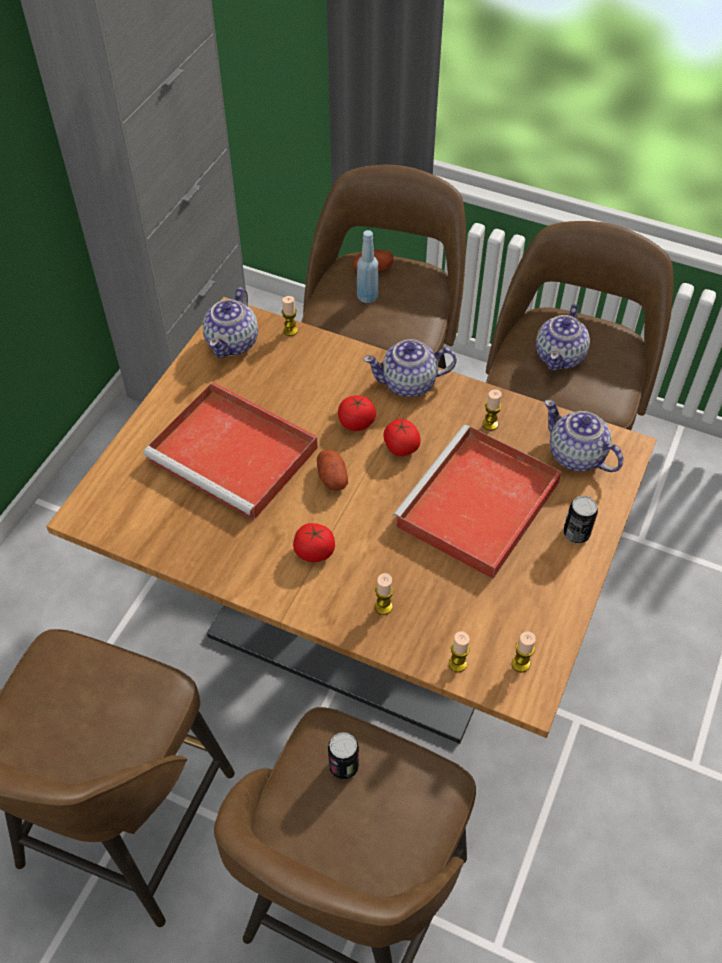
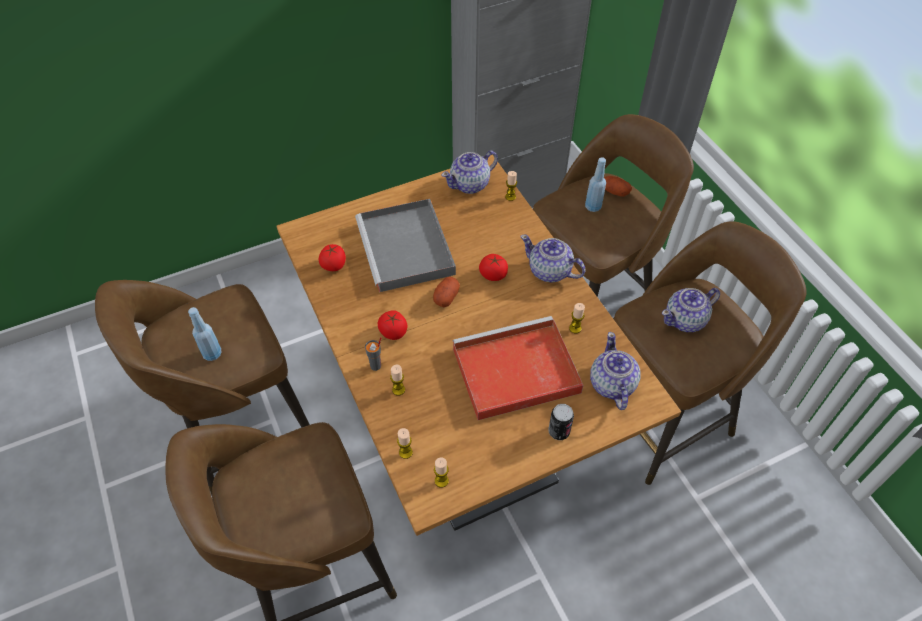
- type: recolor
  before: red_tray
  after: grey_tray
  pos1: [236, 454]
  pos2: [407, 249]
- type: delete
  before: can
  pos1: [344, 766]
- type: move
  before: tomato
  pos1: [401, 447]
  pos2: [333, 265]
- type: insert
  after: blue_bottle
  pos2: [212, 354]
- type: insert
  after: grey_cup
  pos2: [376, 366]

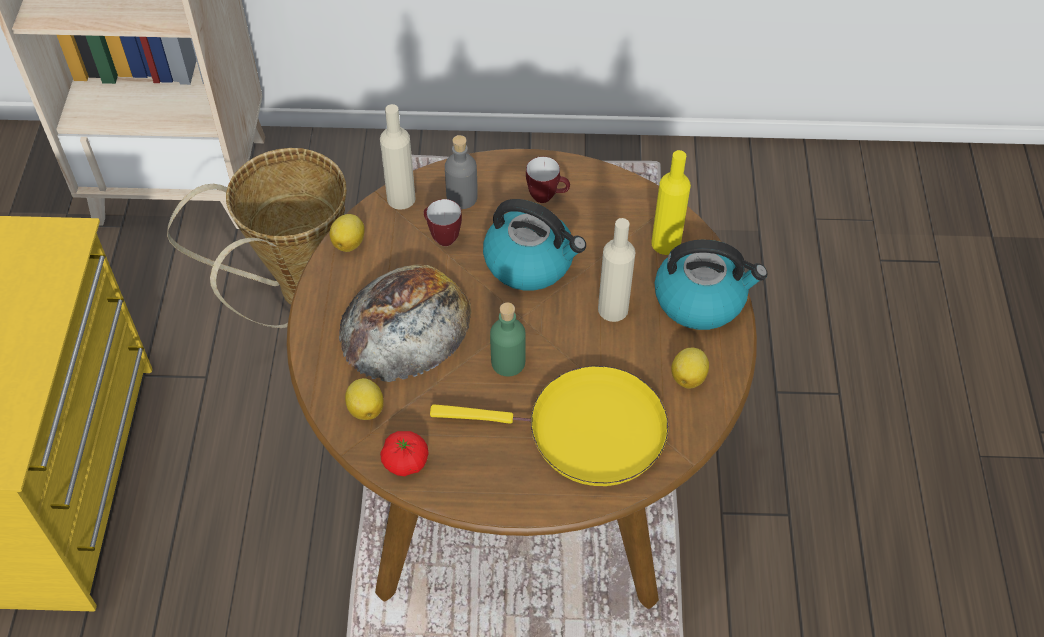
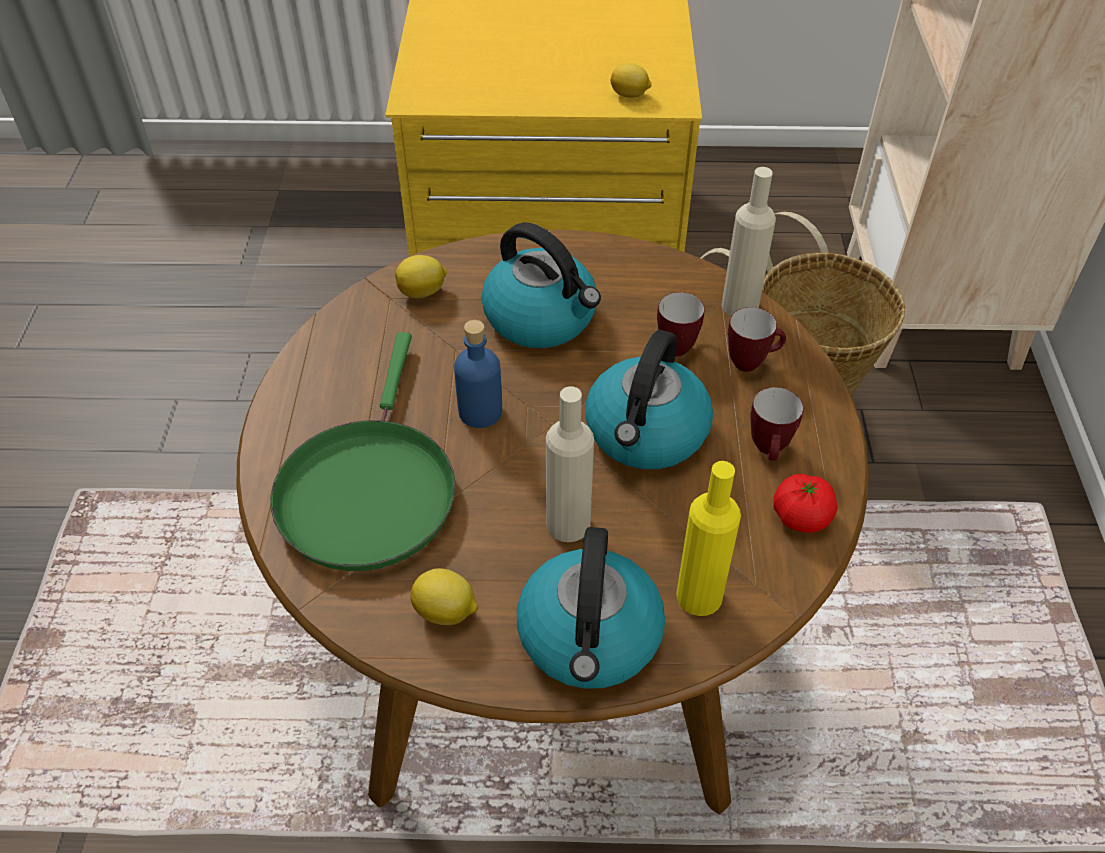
- type: move
  before: lemon
  pos1: [349, 242]
  pos2: [630, 95]
- type: replace
  before: bread
  after: kettle
  pos1: [405, 322]
  pos2: [542, 318]
- type: move
  before: tomato
  pos1: [405, 461]
  pos2: [801, 516]
- type: recolor
  before: yellow_frying_pan
  after: green_frying_pan
  pos1: [586, 431]
  pos2: [368, 490]
- type: replace
  before: grey_bottle
  after: mug
  pos1: [462, 197]
  pos2: [751, 362]
- type: recolor
  before: green_bottle
  after: blue_bottle
  pos1: [508, 362]
  pos2: [480, 411]

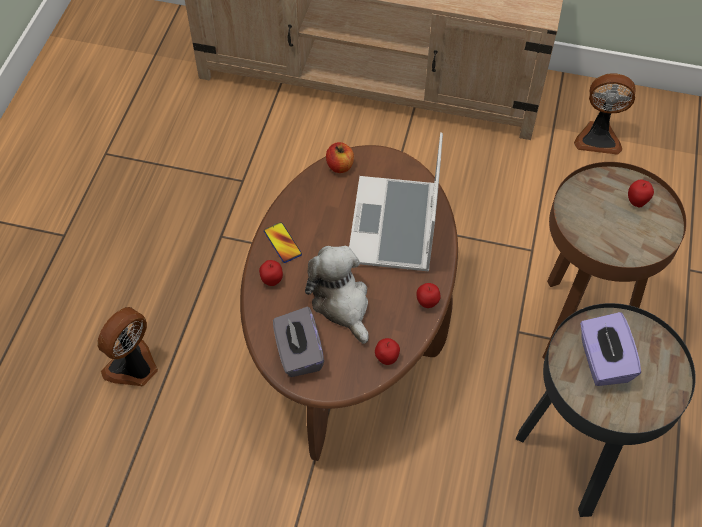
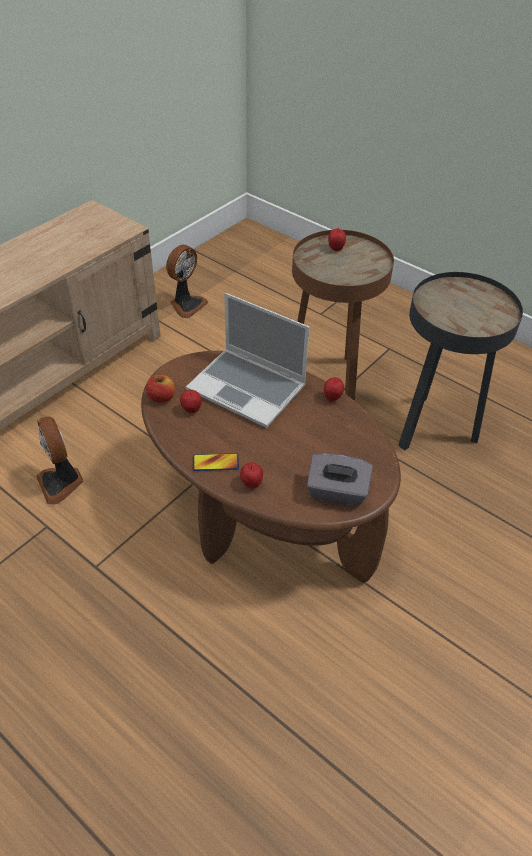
- type: move
  before: fan
  pos1: [133, 367]
  pos2: [61, 482]
- type: delete
  before: plush_toy
  pos1: [341, 303]
- type: move
  before: apple
  pos1: [386, 358]
  pos2: [191, 410]
- type: delete
  before: purple_tissue_box
  pos1: [603, 361]

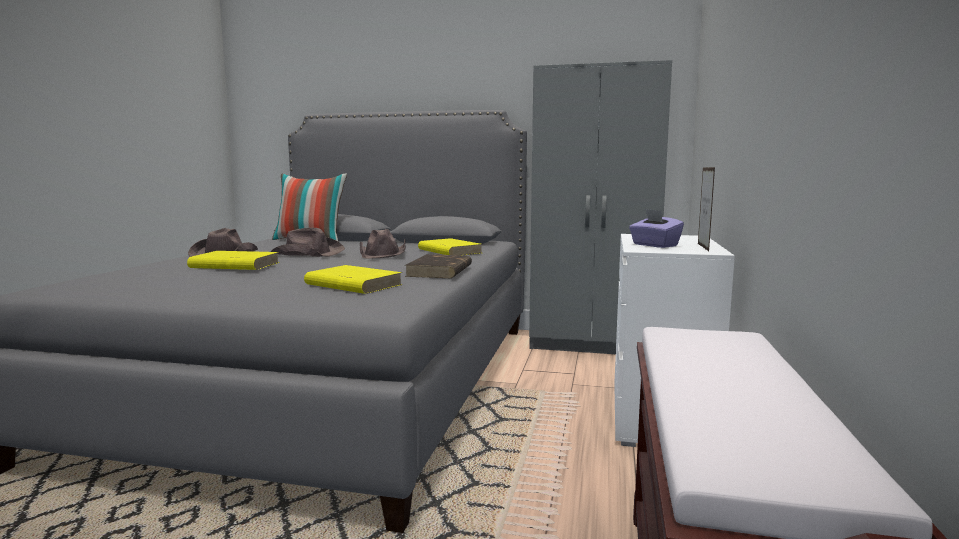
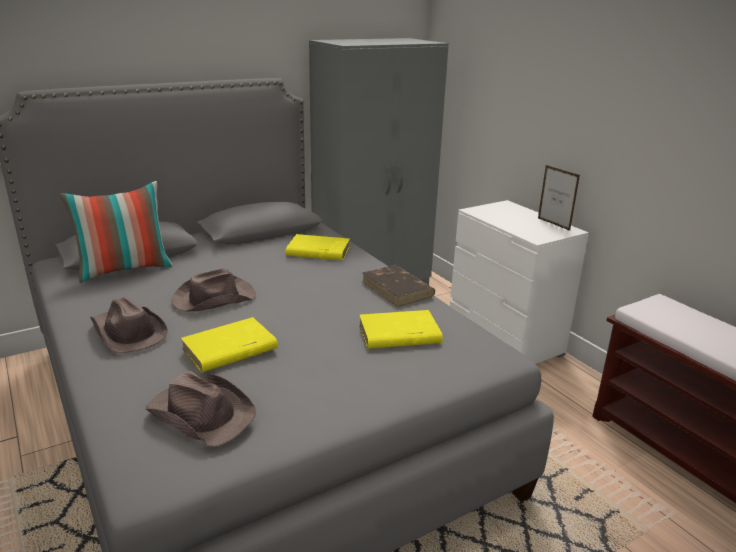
- type: move
  before: brown_hat
  pos1: [383, 254]
  pos2: [201, 413]
- type: delete
  before: purple_tissue_box
  pos1: [654, 245]

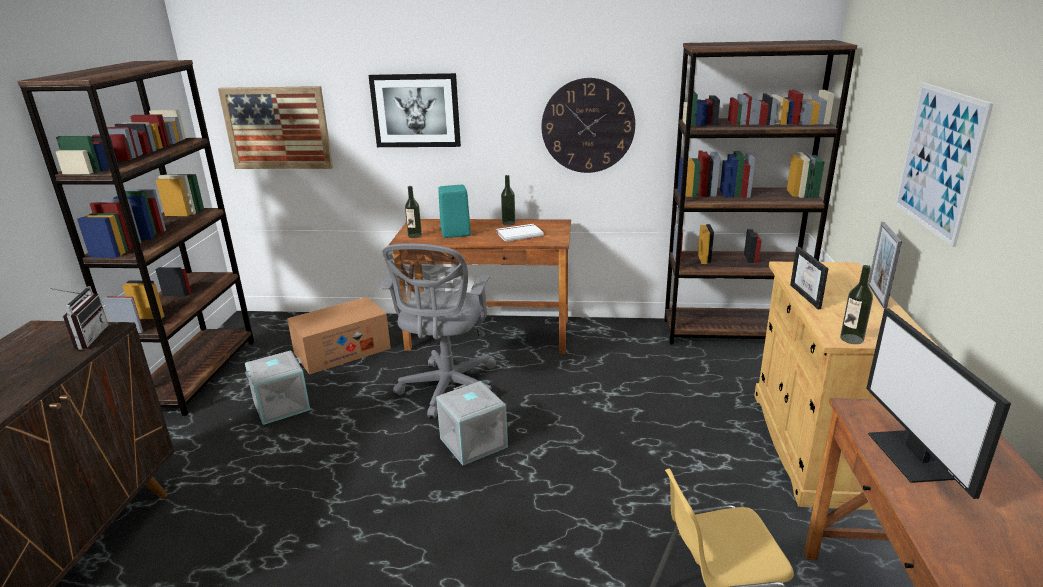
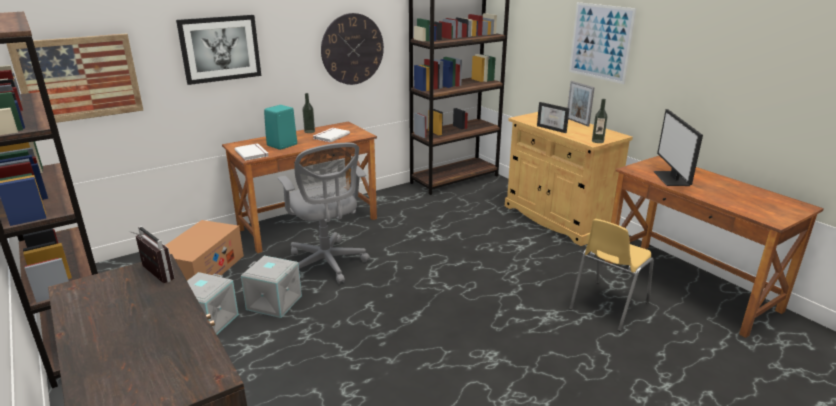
- type: replace
  before: bottle
  after: white_book
  pos1: [414, 235]
  pos2: [252, 153]
- type: move
  before: grey_storage_box
  pos1: [472, 443]
  pos2: [273, 303]
- type: rotate
  before: monitor
  pos1: [913, 456]
  pos2: [672, 178]
  turn: 45

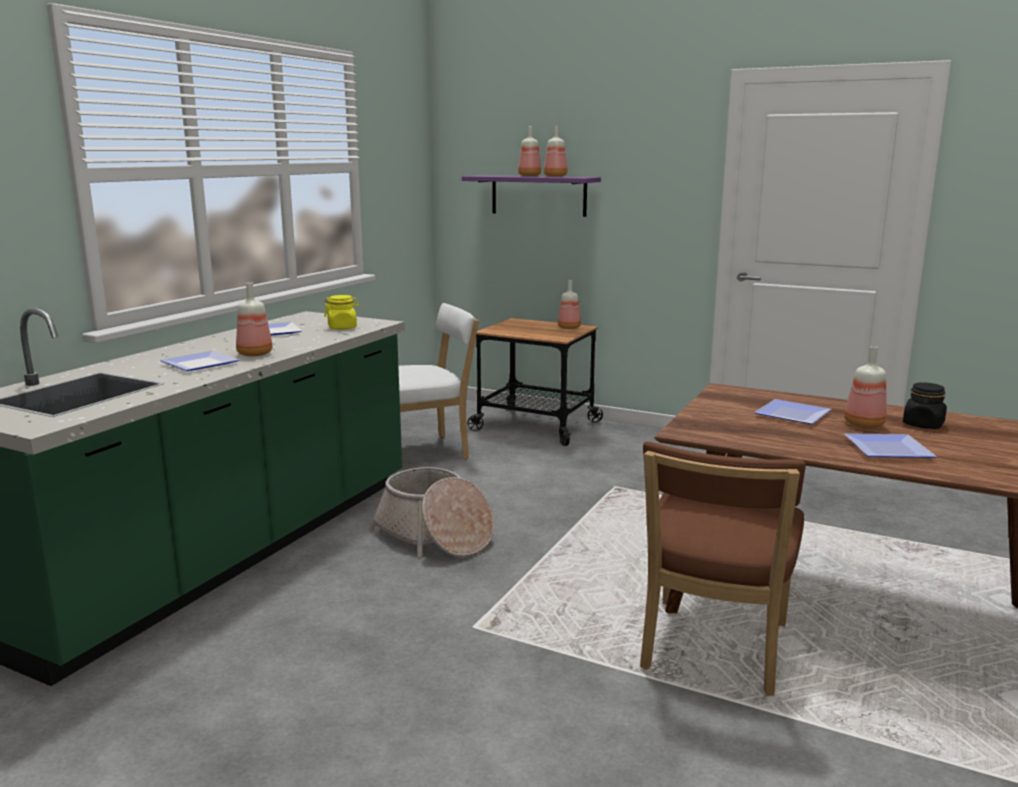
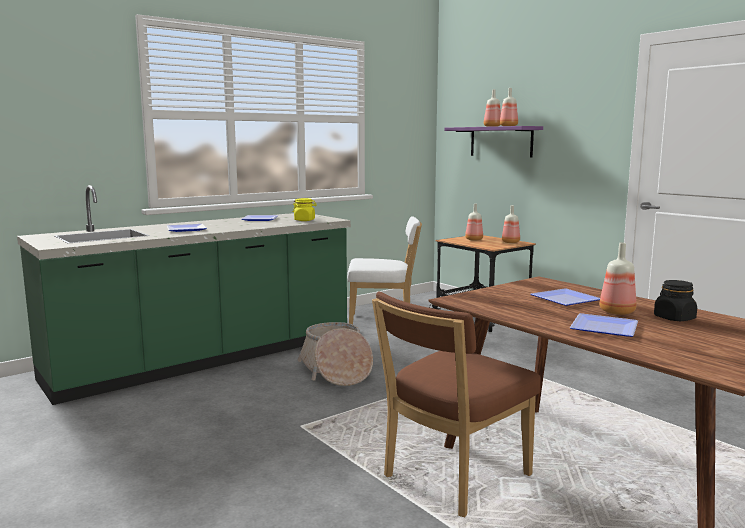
- type: move
  before: bottle
  pos1: [254, 354]
  pos2: [473, 239]

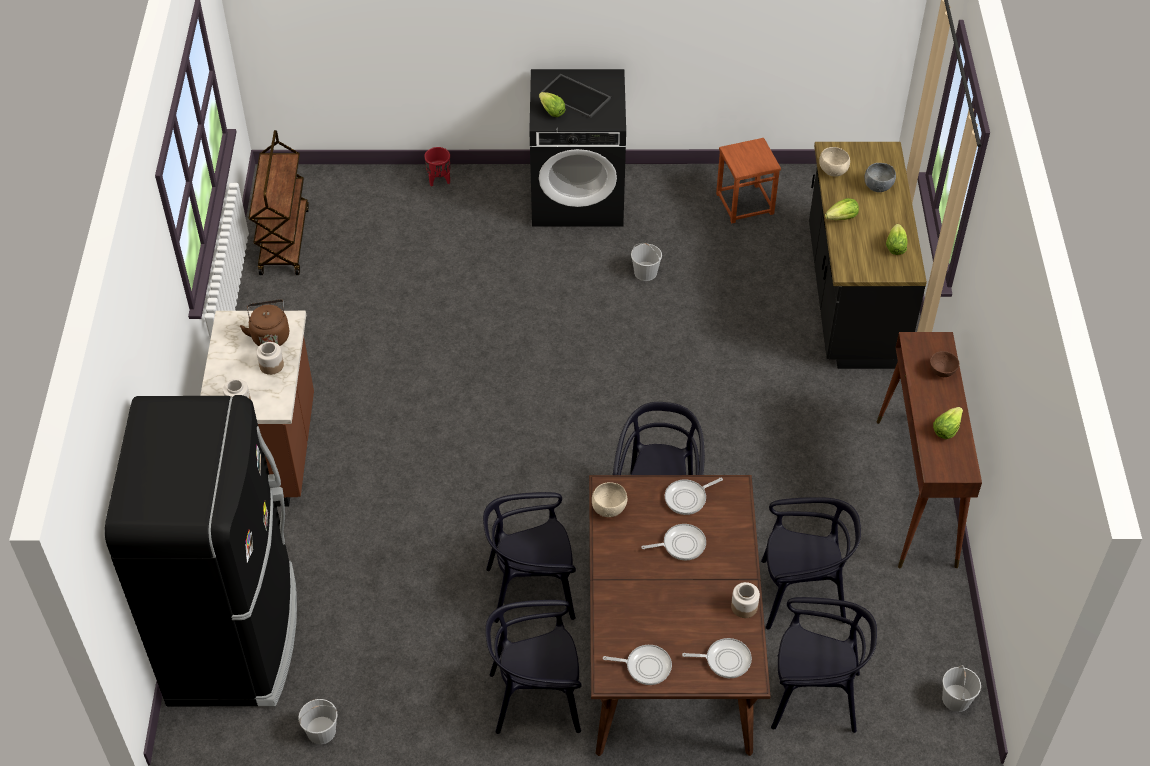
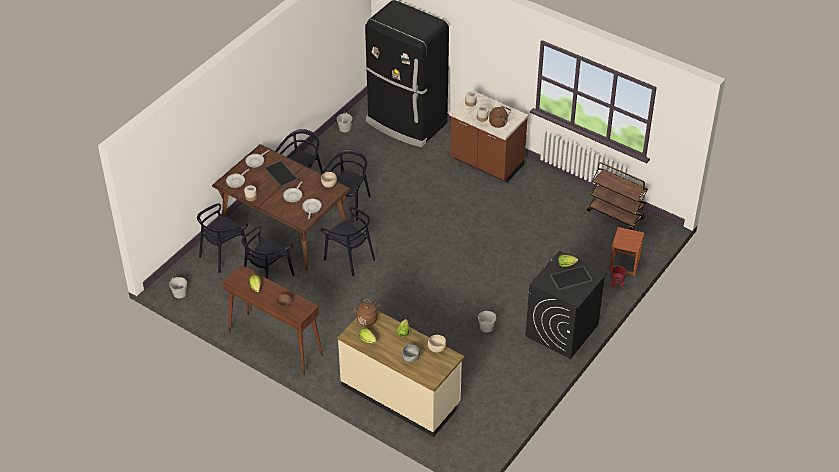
- type: move
  before: brown_stool
  pos1: [744, 203]
  pos2: [624, 264]
- type: recolor
  before: black_counter
  after: beige_counter
  pos1: [852, 297]
  pos2: [401, 394]
- type: insert
  after: tray
  pos2: [281, 174]
- type: insert
  after: brown_kettle
  pos2: [367, 319]

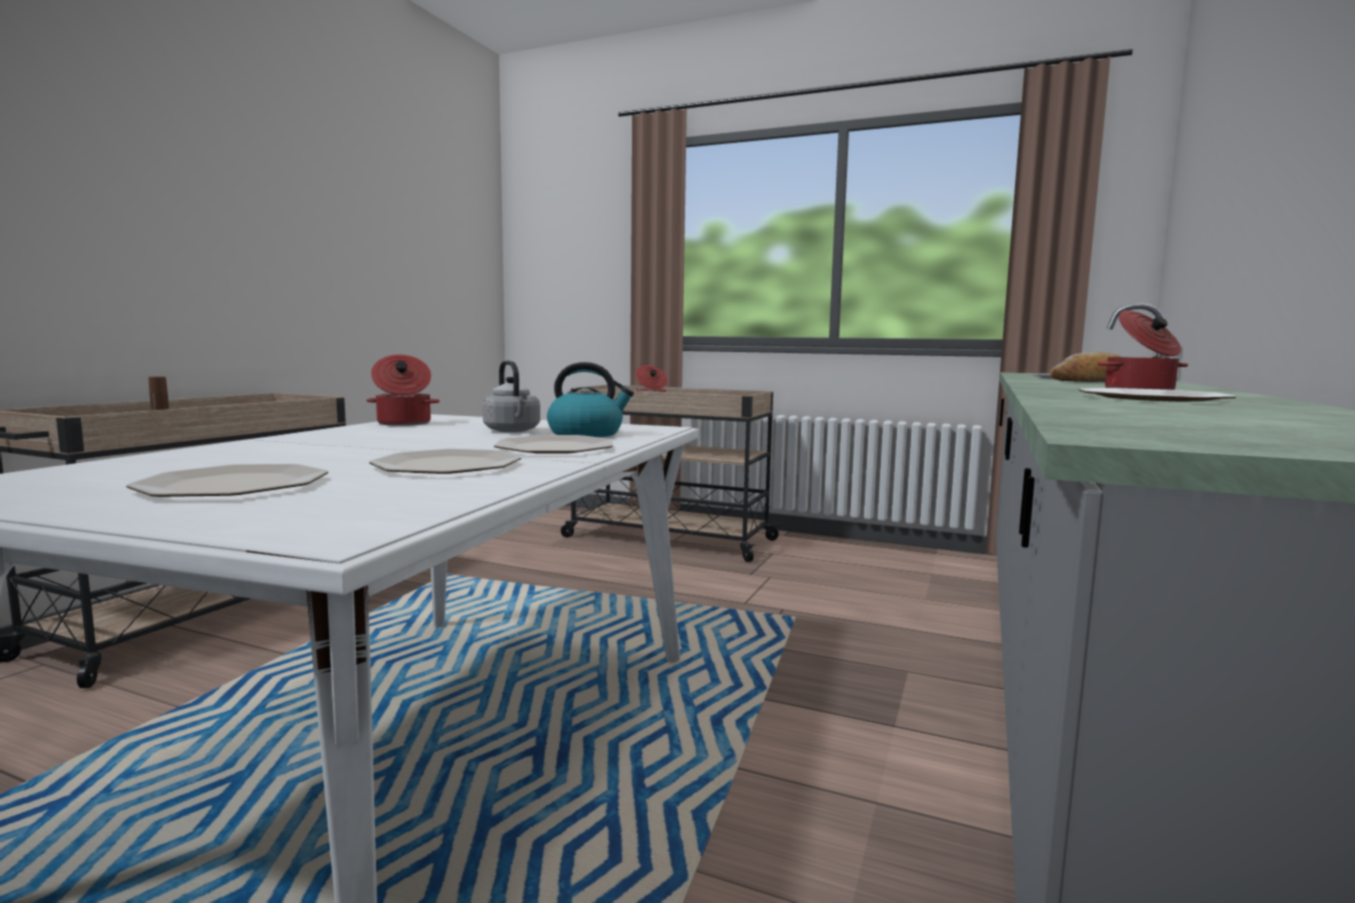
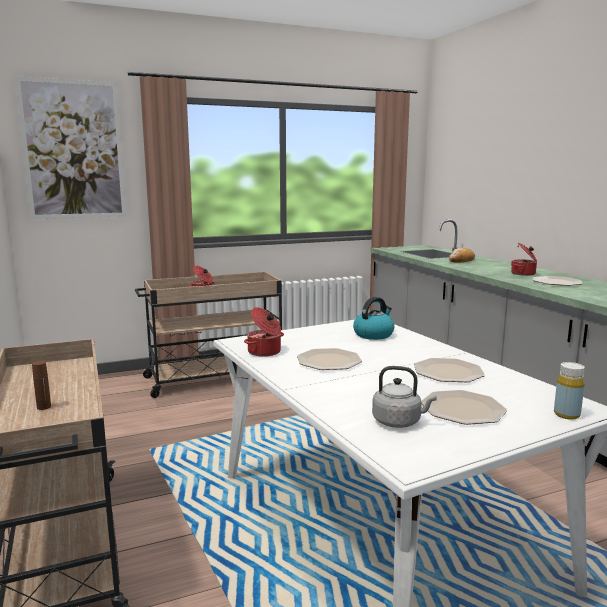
- type: move
  before: grey_kettle
  pos1: [513, 431]
  pos2: [399, 422]
- type: move
  before: plate
  pos1: [556, 448]
  pos2: [328, 360]
- type: insert
  after: picture
  pos2: [73, 150]
- type: insert
  after: yellow_bottle
  pos2: [566, 415]

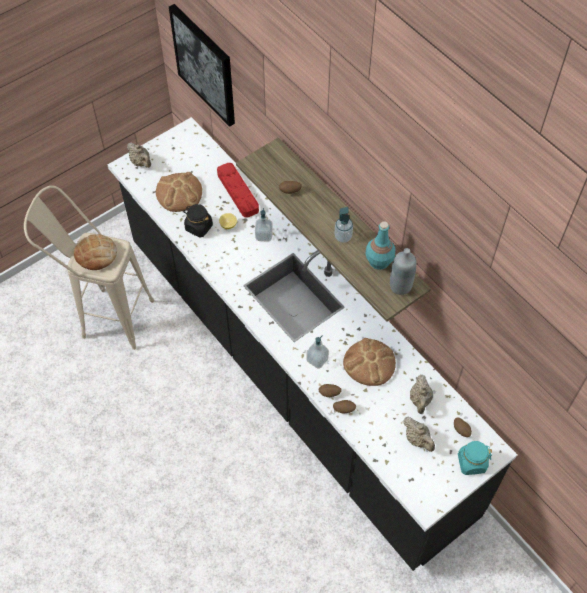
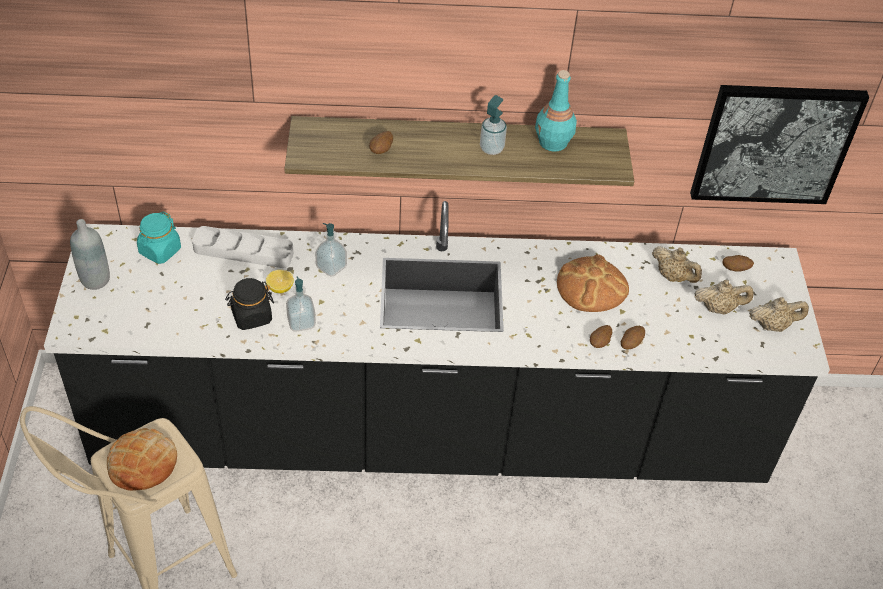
- type: move
  before: beige_teapot
  pos1: [141, 162]
  pos2: [772, 325]
- type: delete
  before: bread
  pos1: [179, 193]
- type: move
  before: picture
  pos1: [205, 65]
  pos2: [774, 143]
- type: recolor
  before: red_tray
  after: grey_tray
  pos1: [238, 192]
  pos2: [243, 251]
- type: move
  before: soap_dispenser
  pos1: [317, 360]
  pos2: [301, 322]
- type: move
  before: grey_bottle
  pos1: [400, 286]
  pos2: [95, 280]
- type: move
  before: turquoise_jar
  pos1: [471, 463]
  pos2: [160, 251]

